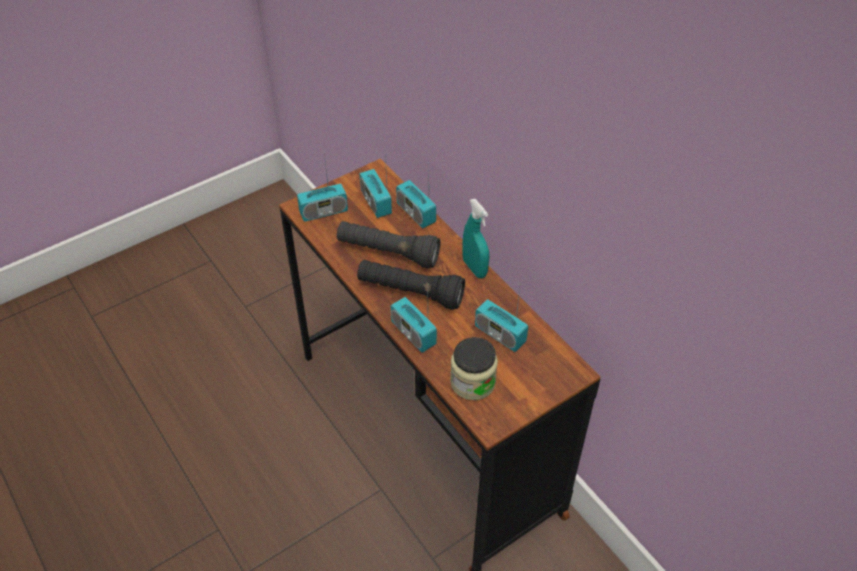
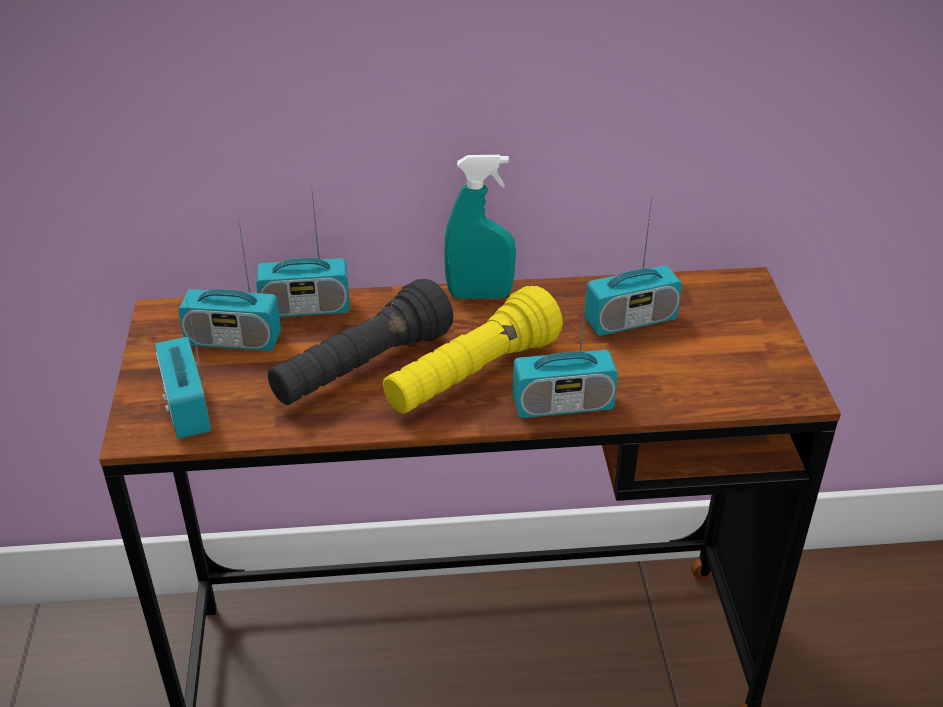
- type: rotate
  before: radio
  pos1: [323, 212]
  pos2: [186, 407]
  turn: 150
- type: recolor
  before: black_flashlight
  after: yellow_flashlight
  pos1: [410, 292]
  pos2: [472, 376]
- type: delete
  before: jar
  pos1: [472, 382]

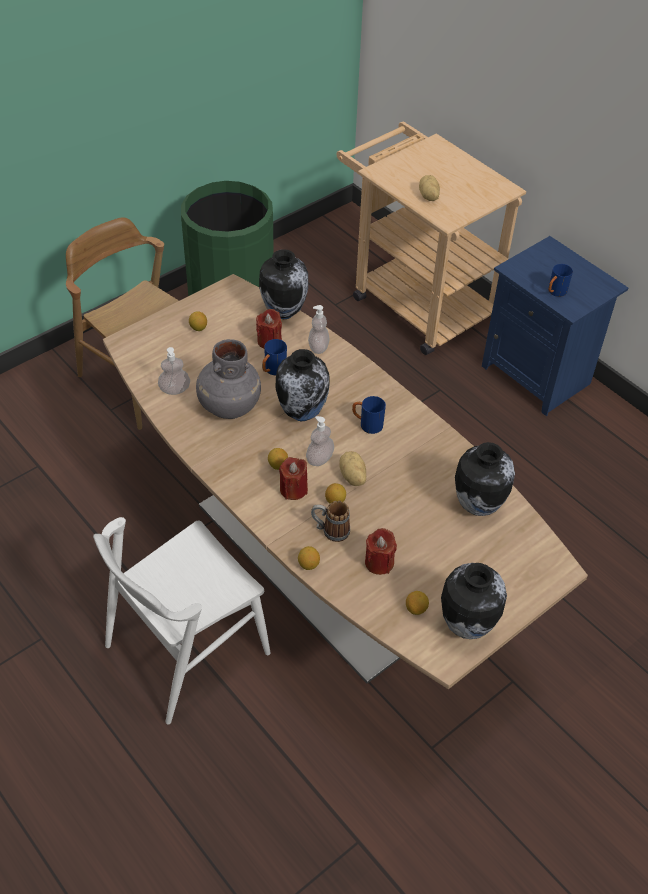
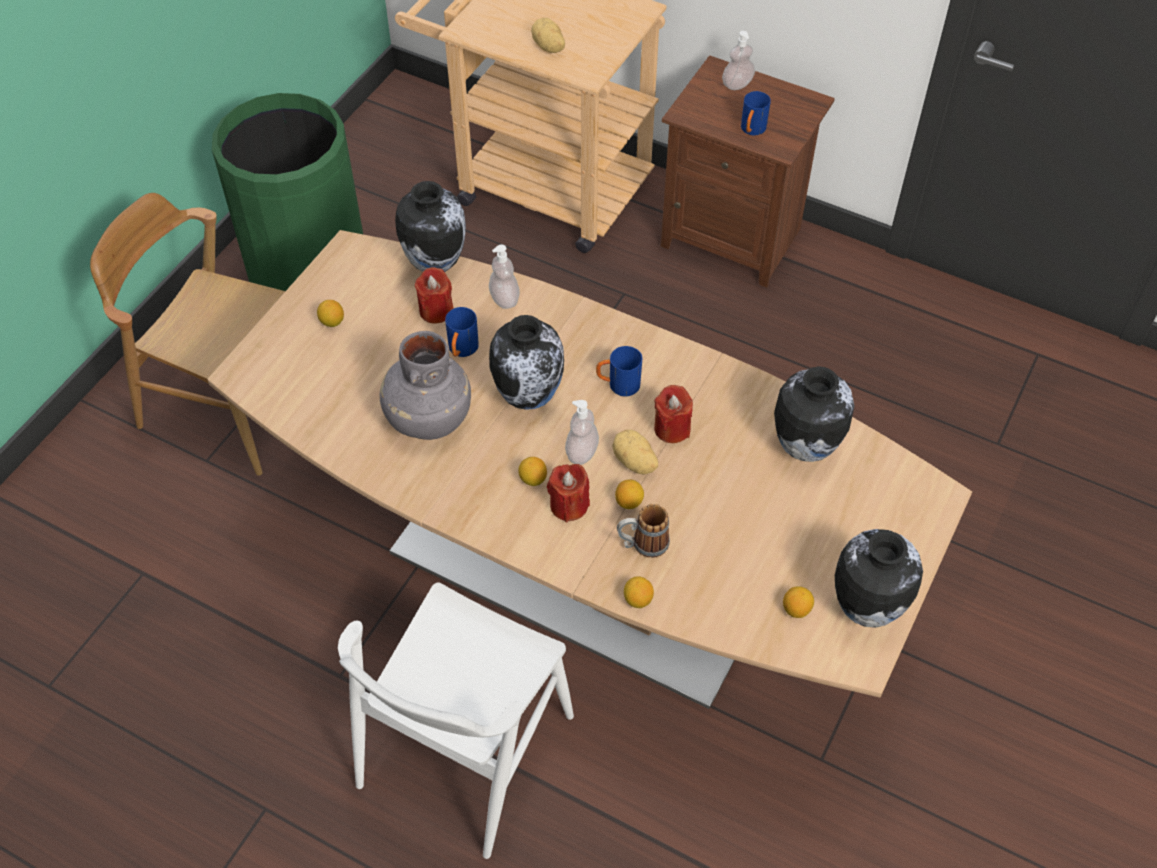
- type: move
  before: soap_dispenser
  pos1: [175, 389]
  pos2: [737, 84]
- type: move
  before: red_candle
  pos1: [379, 562]
  pos2: [672, 428]
- type: recolor
  before: blue_nightstand
  after: brown_nightstand
  pos1: [537, 374]
  pos2: [733, 236]

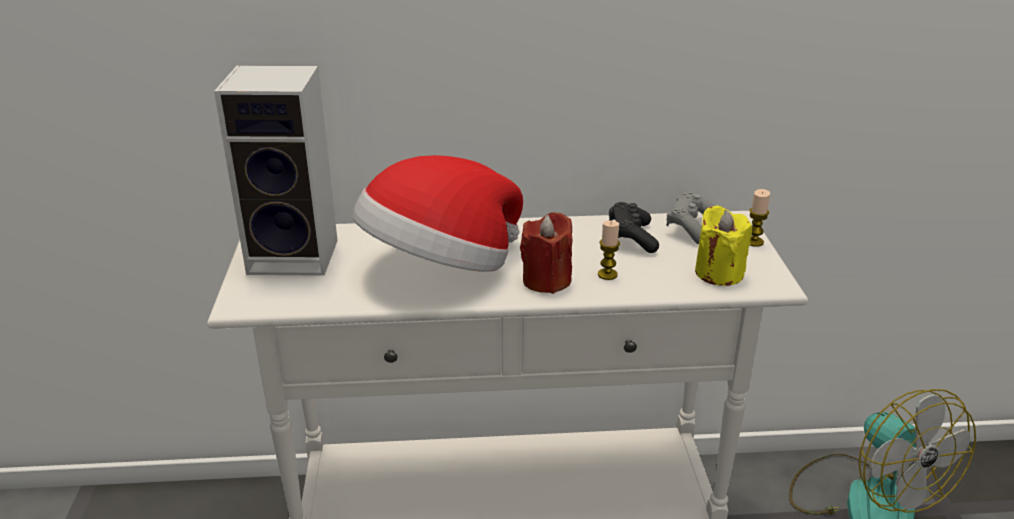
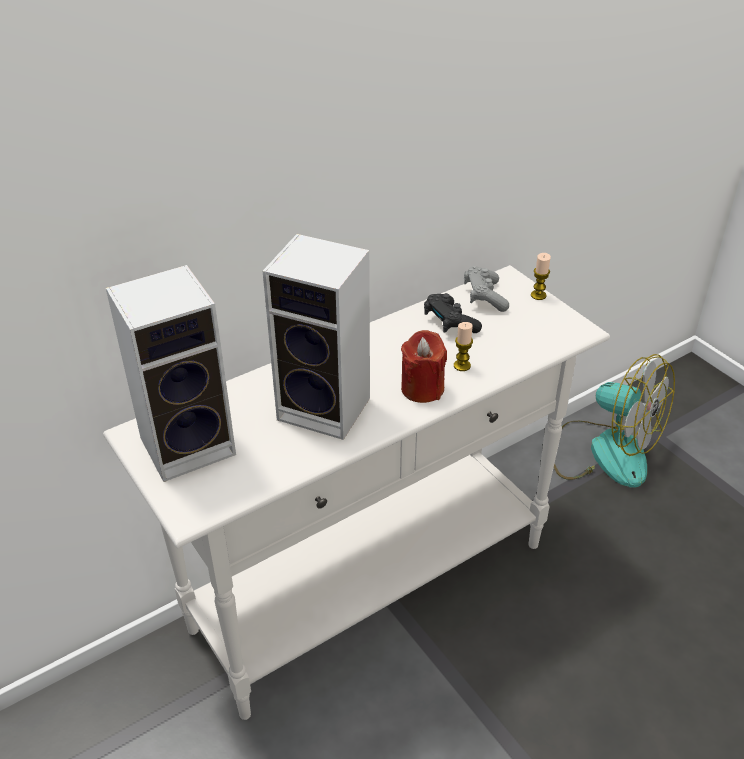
- type: replace
  before: hat
  after: speaker
  pos1: [440, 268]
  pos2: [328, 408]
- type: delete
  before: yellow_candle
  pos1: [719, 273]

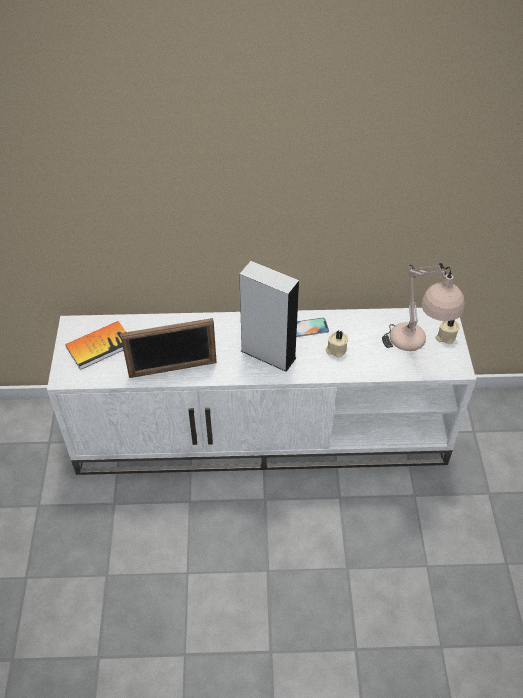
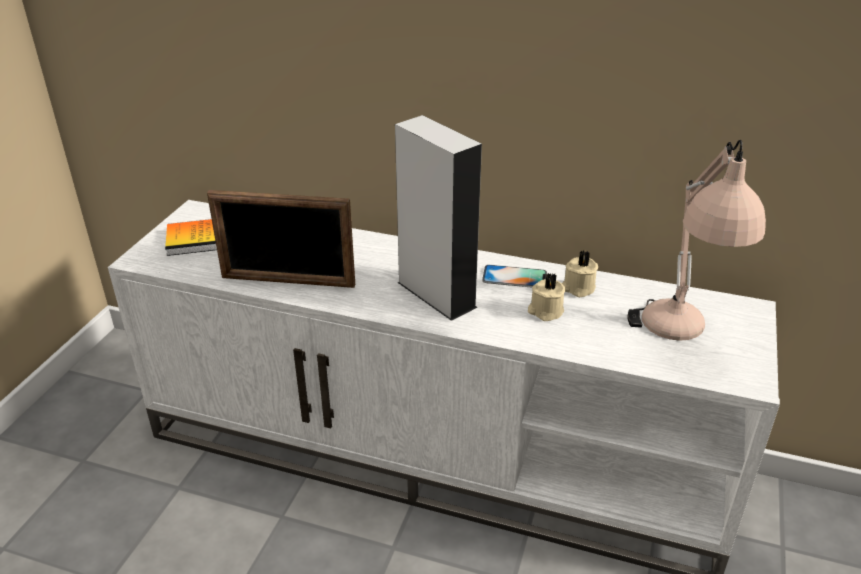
- type: move
  before: beige_candle
  pos1: [445, 337]
  pos2: [578, 288]

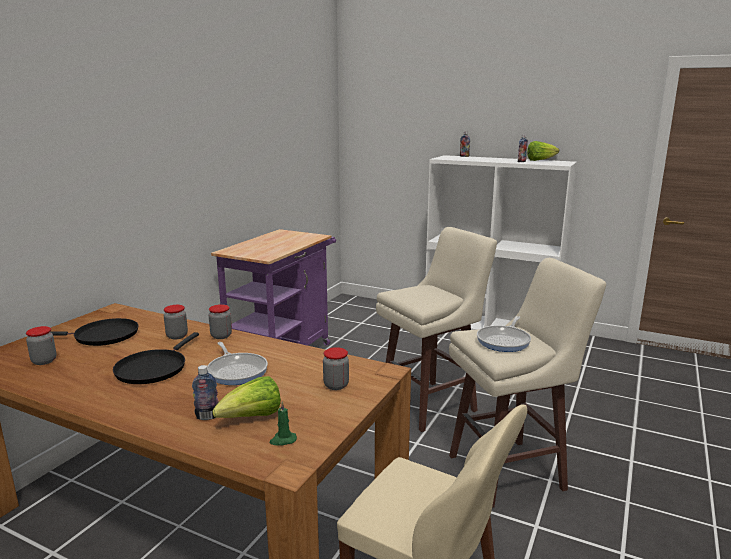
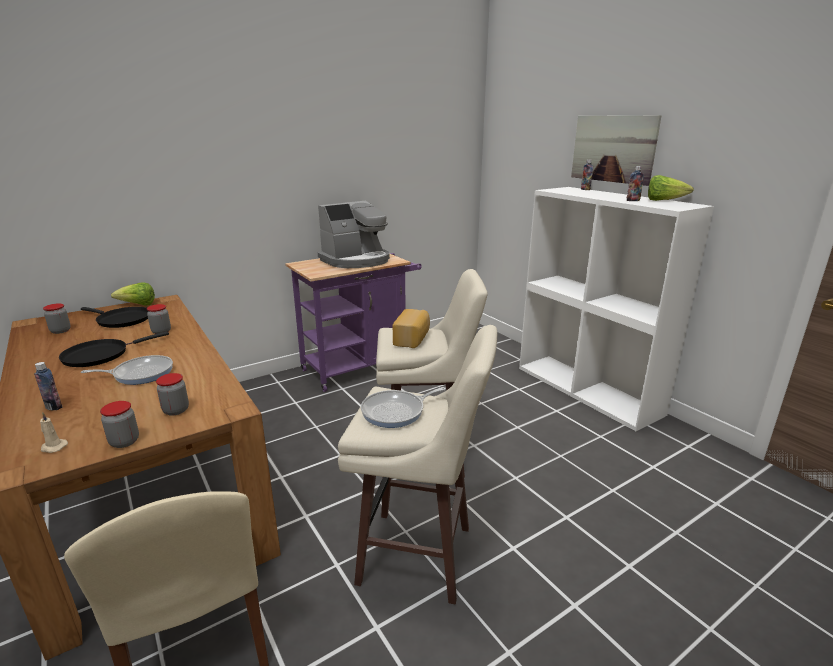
- type: rotate
  before: frying_pan
  pos1: [237, 371]
  pos2: [140, 373]
  turn: -105
- type: move
  before: jar
  pos1: [221, 336]
  pos2: [124, 442]
- type: move
  before: lettuce
  pos1: [252, 418]
  pos2: [138, 305]
- type: recolor
  before: green_candle
  after: beige_candle
  pos1: [283, 440]
  pos2: [53, 447]
- type: insert
  after: coffee_machine
  pos2: [356, 260]
- type: insert
  after: bread
  pos2: [412, 339]
- type: insert
  after: picture
  pos2: [613, 149]

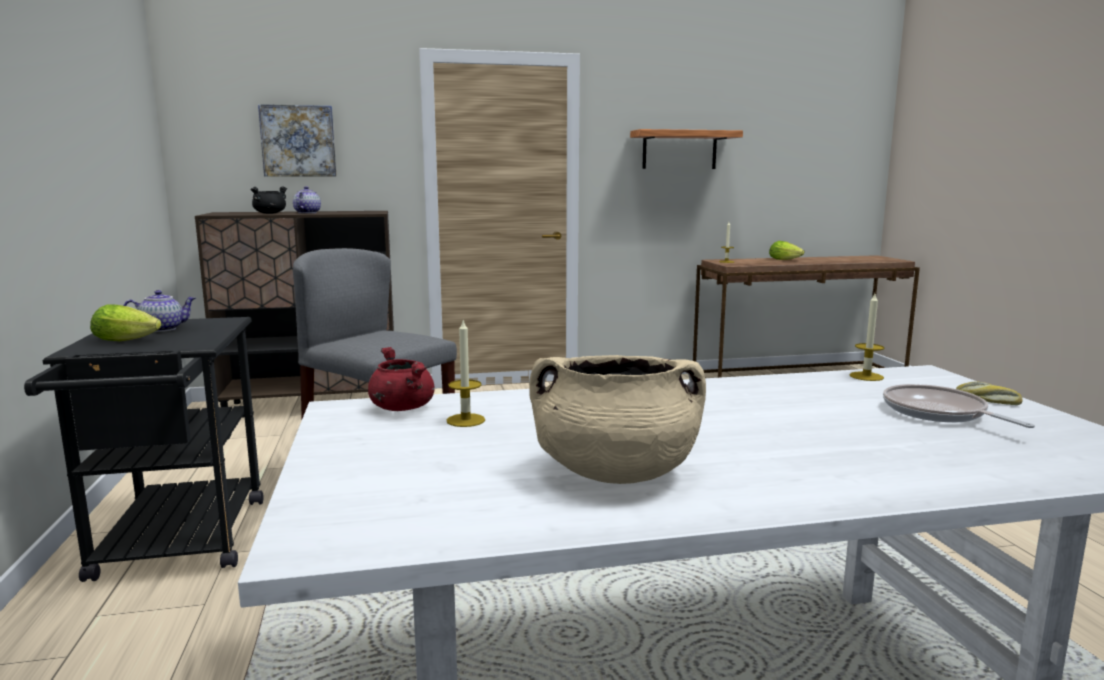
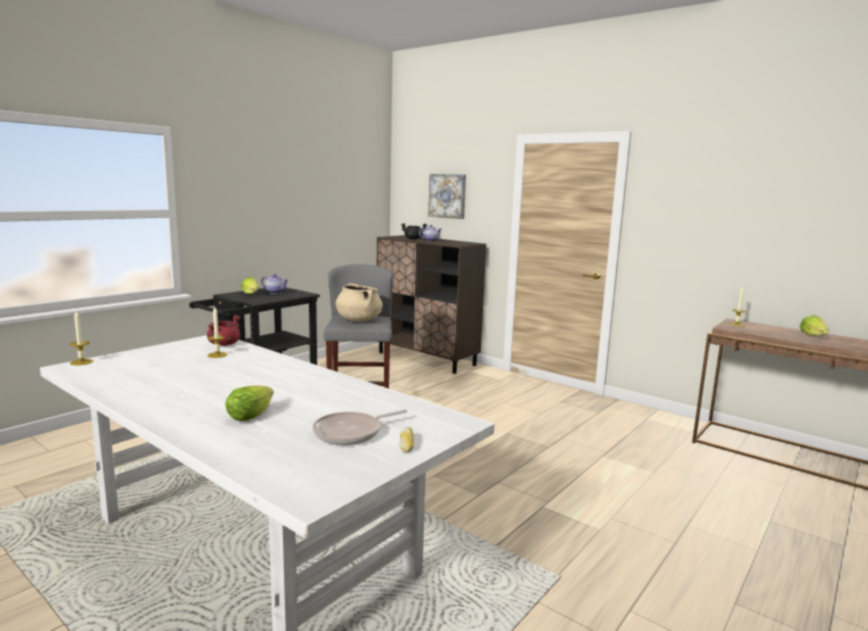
- type: move
  before: beige_cooking_pot
  pos1: [615, 472]
  pos2: [358, 320]
- type: delete
  before: shelf
  pos1: [679, 150]
- type: move
  before: candle
  pos1: [866, 376]
  pos2: [81, 362]
- type: rotate
  before: frying_pan
  pos1: [938, 413]
  pos2: [351, 433]
  turn: -150
- type: insert
  after: lettuce
  pos2: [253, 414]

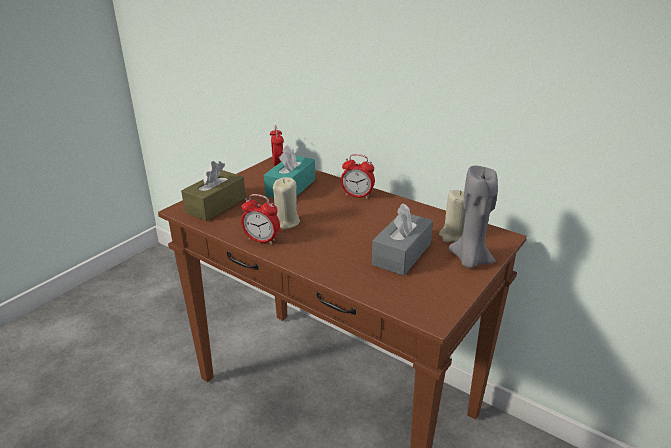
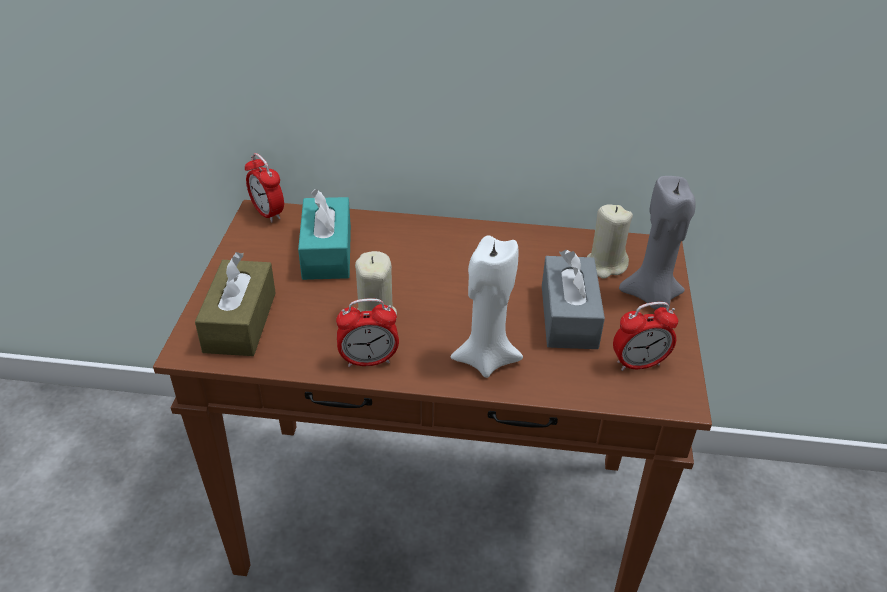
- type: move
  before: alarm_clock
  pos1: [357, 196]
  pos2: [638, 364]
- type: insert
  after: white_candle
  pos2: [485, 359]

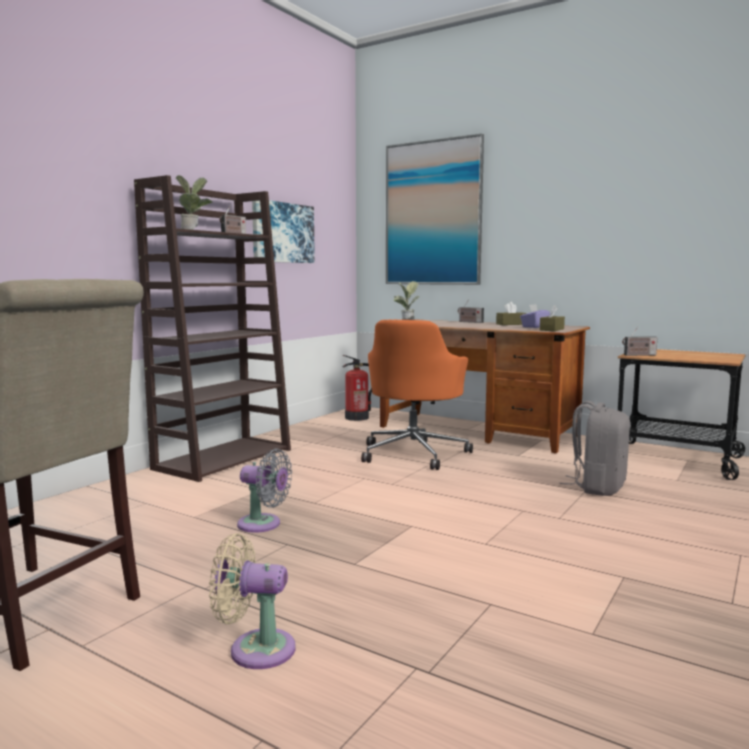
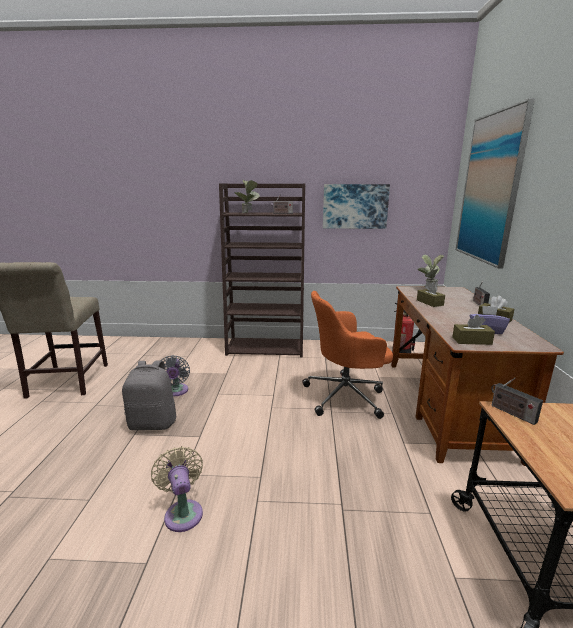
- type: move
  before: beige_fan
  pos1: [255, 649]
  pos2: [183, 512]
- type: move
  before: grey_backpack
  pos1: [597, 487]
  pos2: [153, 423]
- type: insert
  after: brown_tissue_box
  pos2: [429, 303]

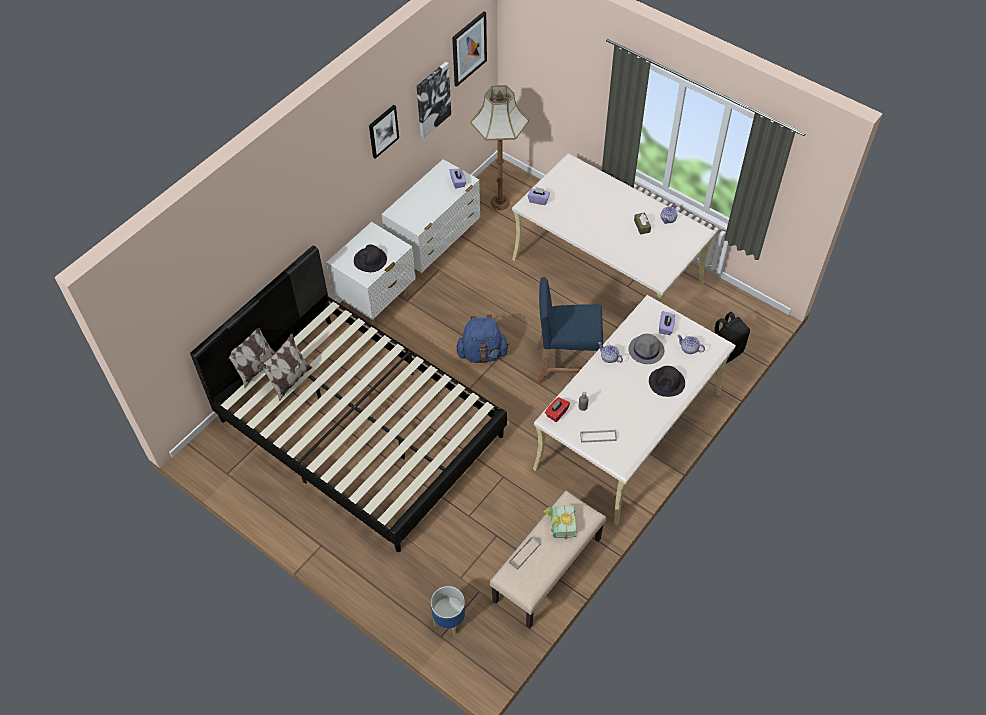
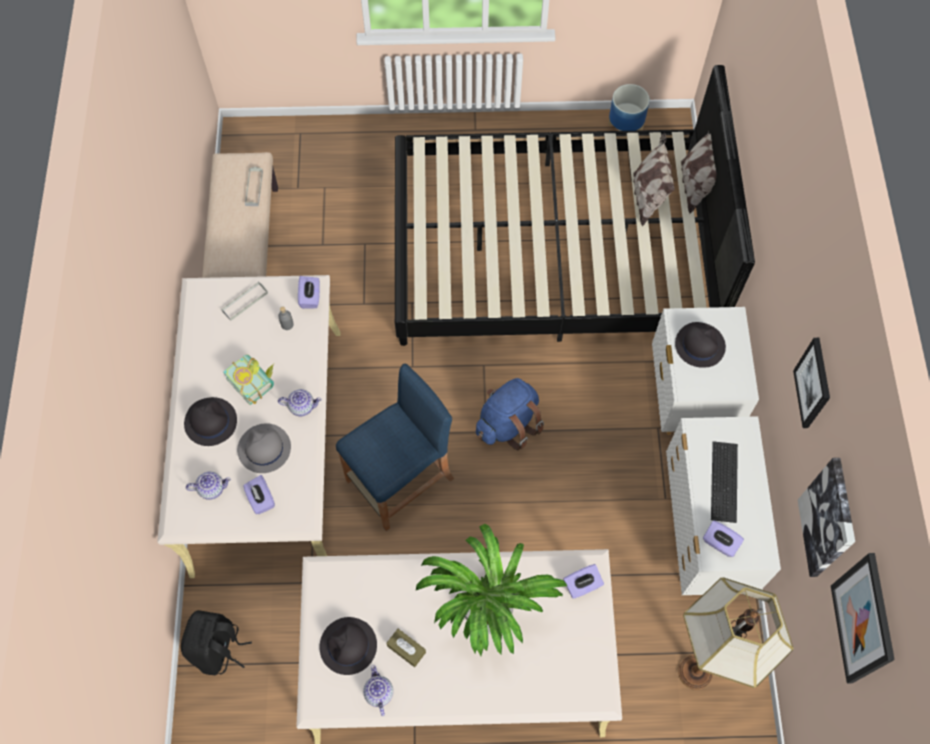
- type: move
  before: planter
  pos1: [449, 620]
  pos2: [624, 130]
- type: move
  before: book
  pos1: [559, 525]
  pos2: [254, 380]
- type: recolor
  before: red_tissue_box
  after: purple_tissue_box
  pos1: [556, 413]
  pos2: [310, 297]
- type: insert
  after: black_hat
  pos2: [348, 646]
- type: insert
  after: potted_plant
  pos2: [487, 613]
- type: insert
  after: keyboard
  pos2: [725, 482]

